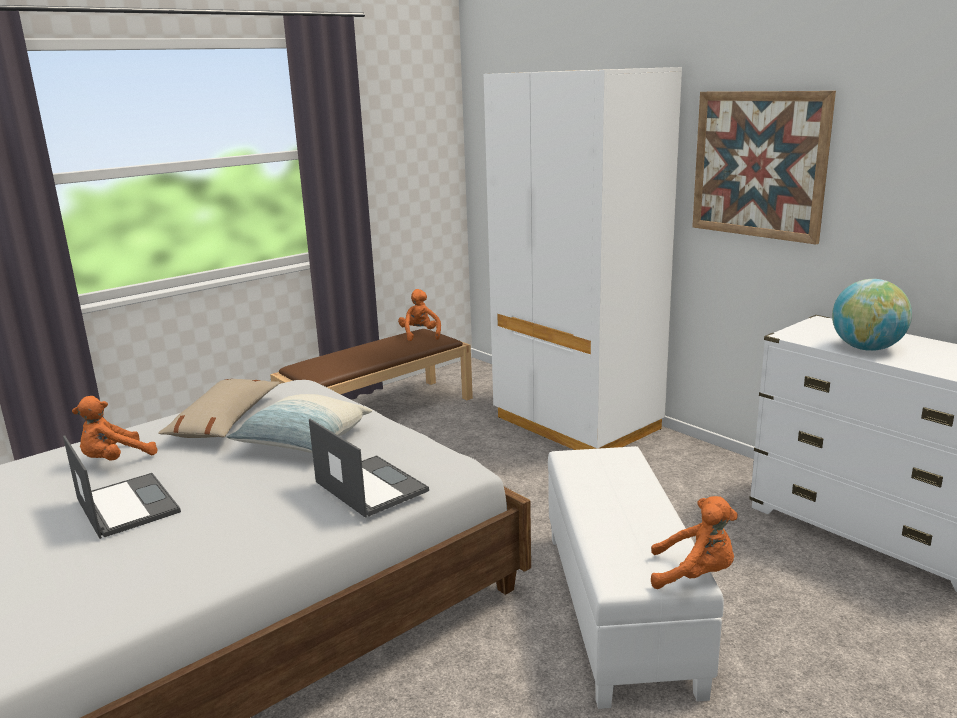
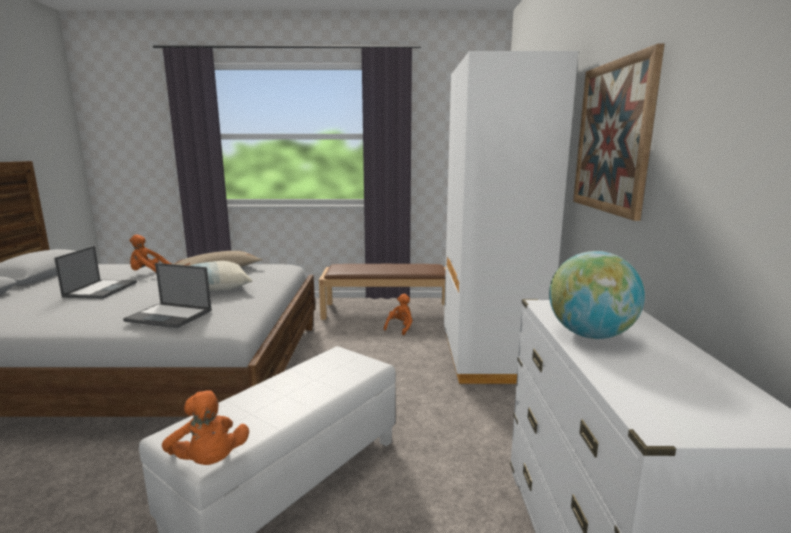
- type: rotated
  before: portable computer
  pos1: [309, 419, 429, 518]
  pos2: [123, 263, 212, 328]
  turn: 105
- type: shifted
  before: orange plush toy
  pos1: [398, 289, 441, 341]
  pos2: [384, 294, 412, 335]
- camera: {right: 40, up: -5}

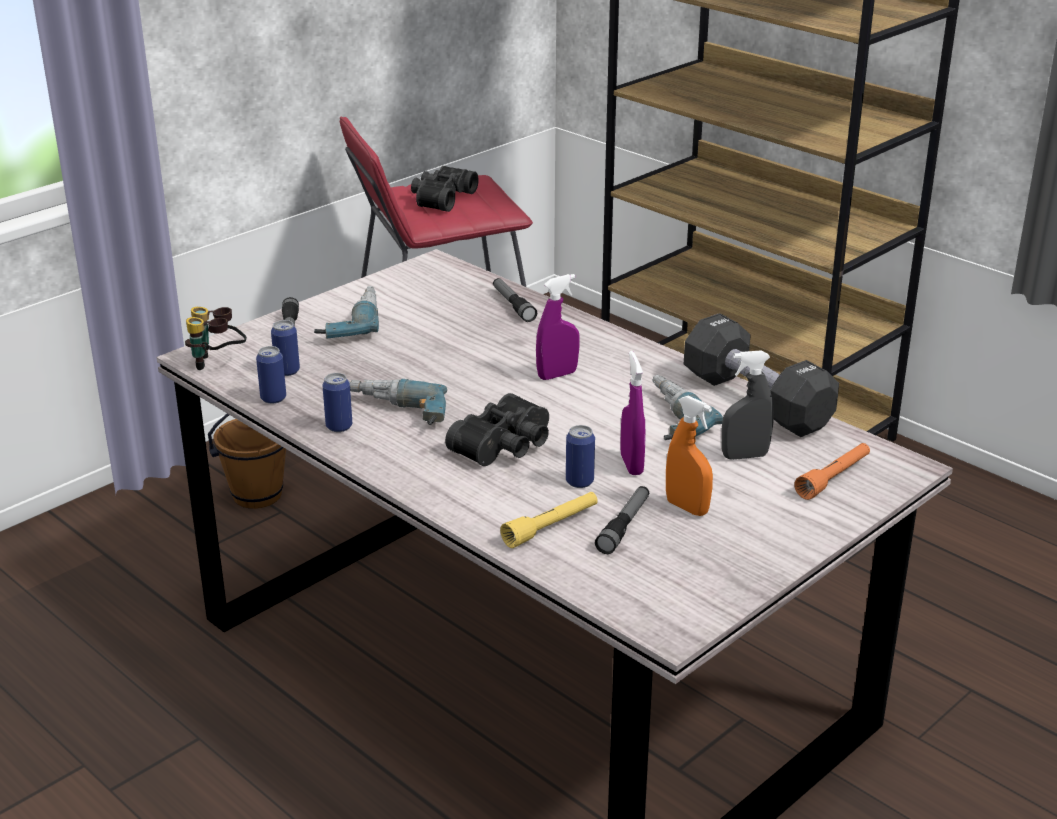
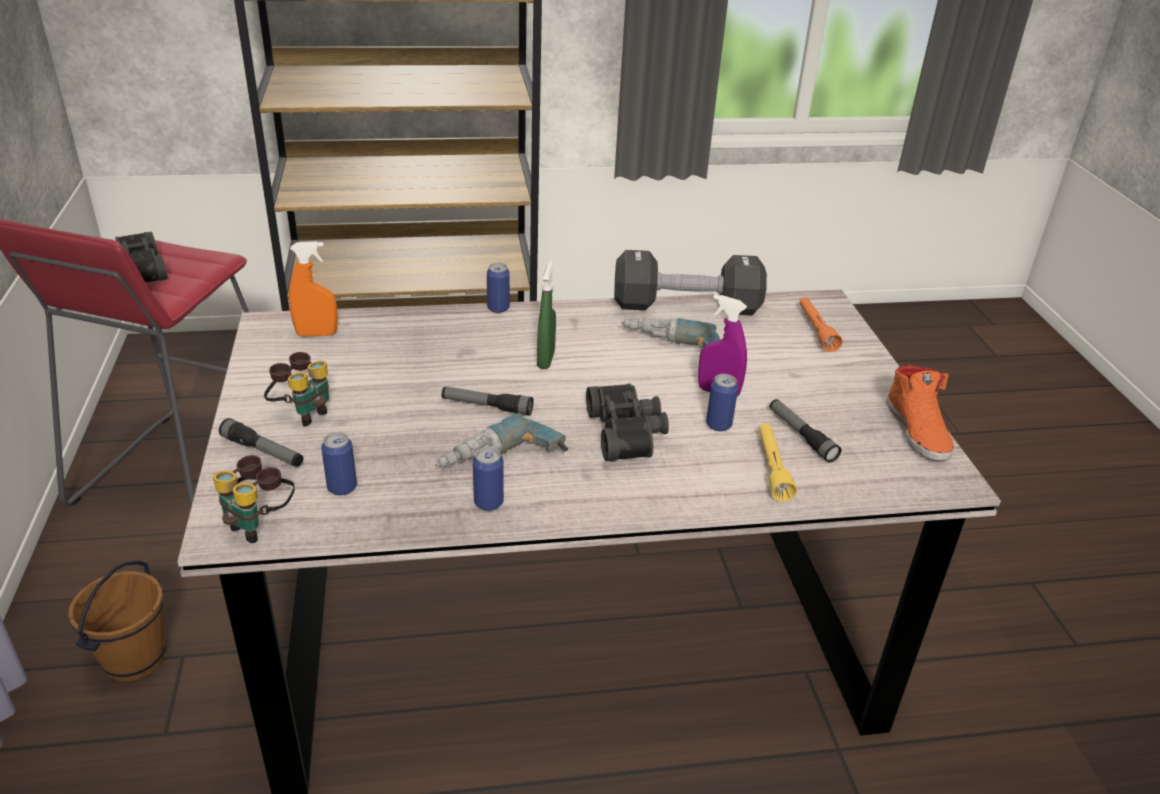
- type: shifted
  before: sealed can
  pos1: [256, 346, 286, 404]
  pos2: [487, 262, 510, 313]
- type: swapped
  before: power drill
  after: pair of binoculars
  pos1: [314, 286, 379, 339]
  pos2: [264, 352, 329, 427]
- type: shifted
  before: flashlight
  pos1: [493, 278, 537, 322]
  pos2: [442, 387, 534, 416]
- type: repainted
  before: purple sprayer
  after: greenish sprayer
  pos1: [536, 274, 580, 380]
  pos2: [537, 260, 556, 369]
- type: shifted
  before: orange sprayer
  pos1: [666, 396, 713, 516]
  pos2: [289, 241, 338, 337]
- type: gone
  before: grey sprayer
  pos1: [722, 350, 774, 460]
- type: new
  after: orange item of footwear
  pos2: [887, 365, 954, 461]
- camera: {right: -55, up: 5}

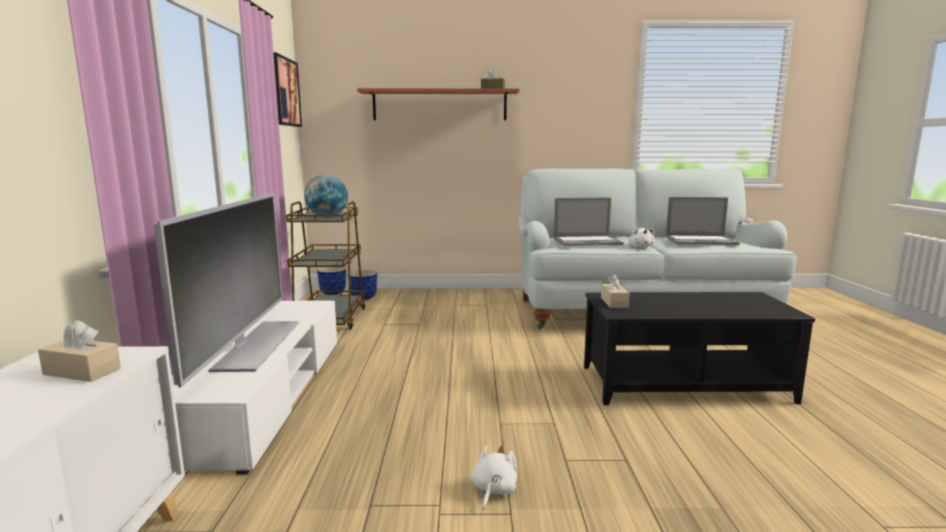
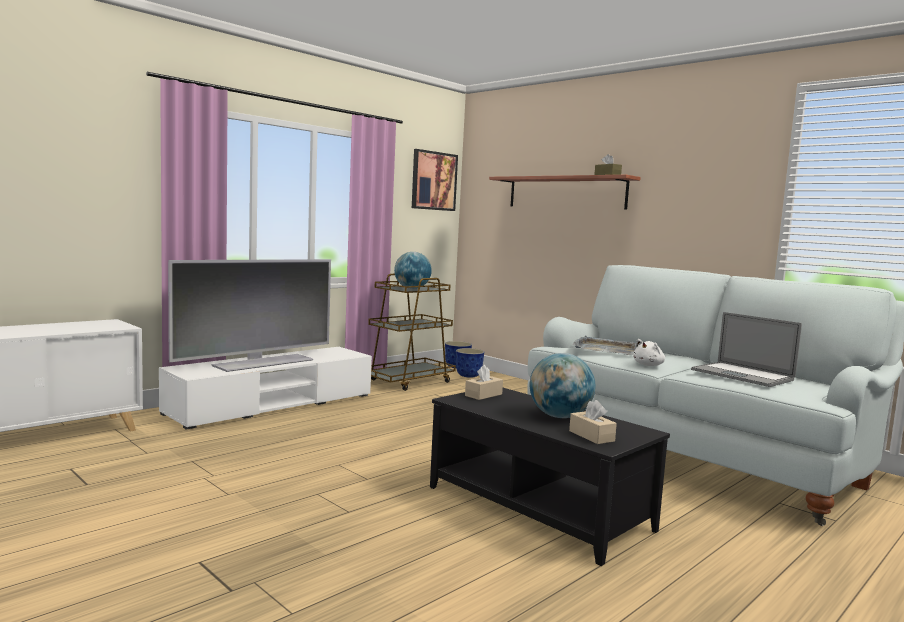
- type: shifted
  before: beige-coloured tissue box
  pos1: [38, 320, 121, 382]
  pos2: [569, 400, 617, 444]
- type: gone
  before: whitish plush toy
  pos1: [472, 445, 517, 510]
- type: swapped
  before: portable computer
  after: grey tray
  pos1: [554, 197, 624, 246]
  pos2: [573, 335, 635, 355]
- type: new
  after: globe
  pos2: [530, 353, 595, 418]
- camera: {right: 45, up: -5}

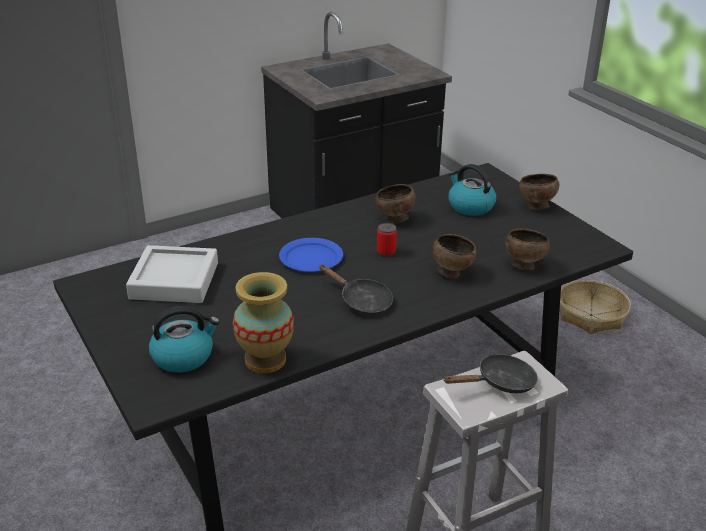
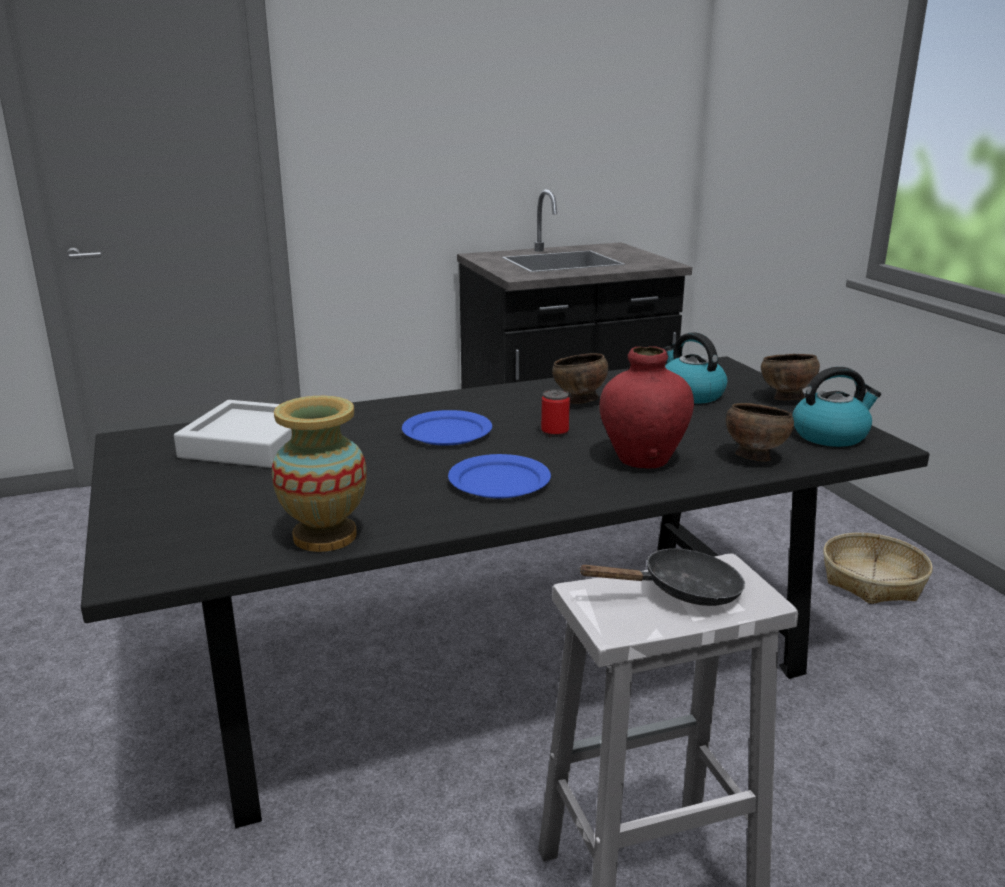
- type: shifted
  before: kettle
  pos1: [149, 306, 220, 372]
  pos2: [792, 367, 881, 447]
- type: swapped
  before: black frying pan
  after: bluish flat dish
  pos1: [320, 264, 393, 315]
  pos2: [448, 454, 551, 499]
- type: swapped
  before: brownish deep dish
  after: red flower vase
  pos1: [433, 234, 477, 278]
  pos2: [600, 346, 694, 468]
- camera: {right: 10, up: -10}

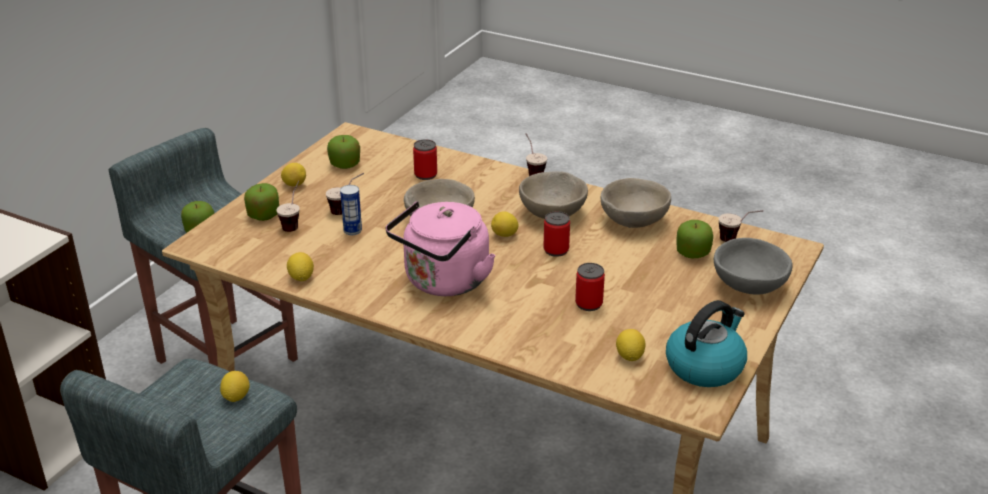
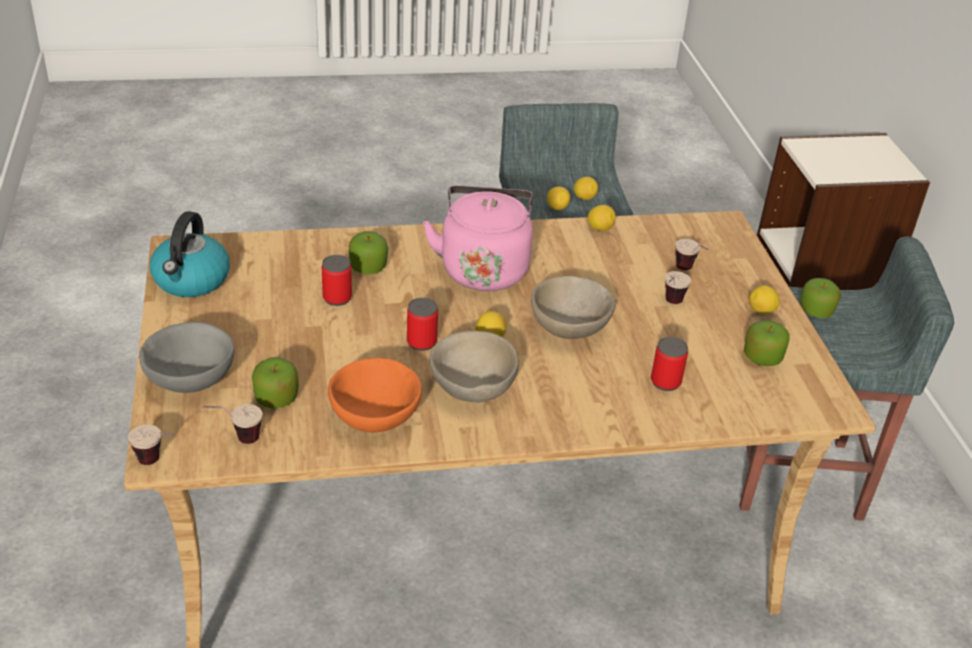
- type: shifted
  before: apple
  pos1: [244, 183, 279, 221]
  pos2: [349, 231, 388, 274]
- type: gone
  before: sealed can
  pos1: [340, 185, 362, 235]
- type: shifted
  before: drinking cup
  pos1: [525, 133, 547, 176]
  pos2: [128, 424, 175, 465]
- type: repainted
  before: beige-coloured deep dish
  after: orange deep dish
  pos1: [601, 178, 671, 228]
  pos2: [328, 358, 422, 432]
- type: shifted
  before: whole lemon
  pos1: [616, 329, 646, 361]
  pos2: [574, 177, 598, 200]
- camera: {right: 140, up: 5}

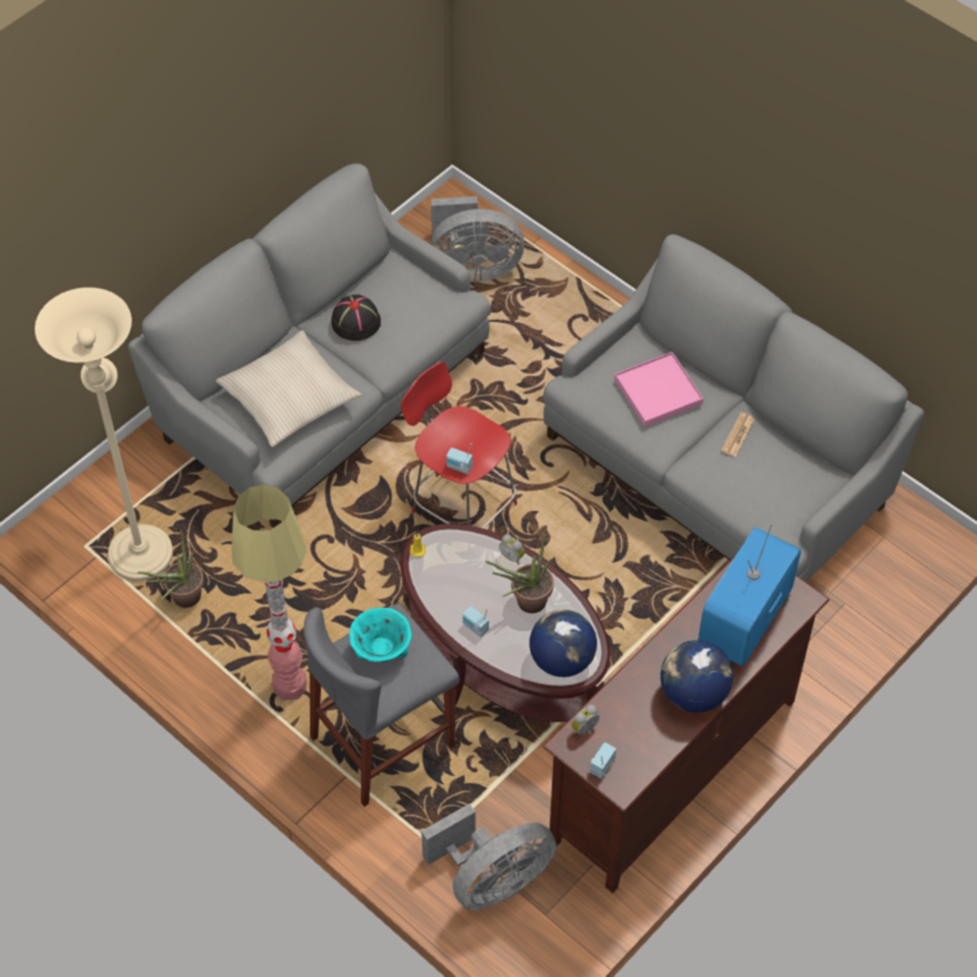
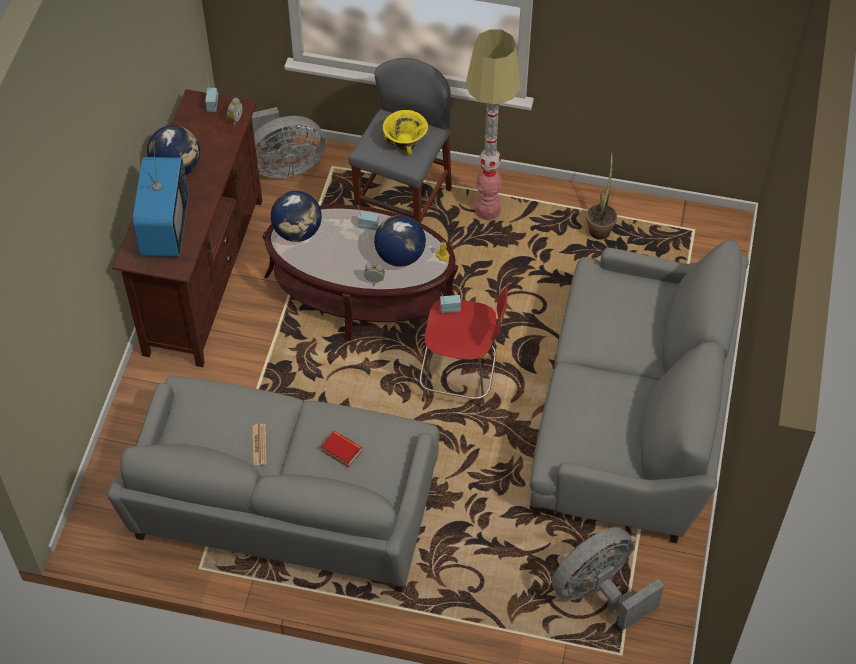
- type: gone
  before: beige-coloured standing lamp
  pos1: [35, 287, 173, 581]
- type: gone
  before: beige-coloured pillow
  pos1: [216, 330, 362, 447]
- type: gone
  before: black wearable hat
  pos1: [331, 295, 381, 341]
- type: repainted
  before: blue-green deep dish
  after: yellow deep dish
  pos1: [349, 608, 412, 662]
  pos2: [383, 110, 428, 155]
- type: rotated
  before: grey fan
  pos1: [421, 803, 557, 910]
  pos2: [252, 107, 325, 178]
  turn: -135
- type: gone
  before: potted plant
  pos1: [485, 533, 554, 613]
- type: swapped
  before: pink tray
  after: bound book
  pos1: [614, 352, 703, 427]
  pos2: [321, 431, 362, 468]
- type: new
  after: globe
  pos2: [374, 215, 426, 267]
- camera: {right: 150, up: 0}

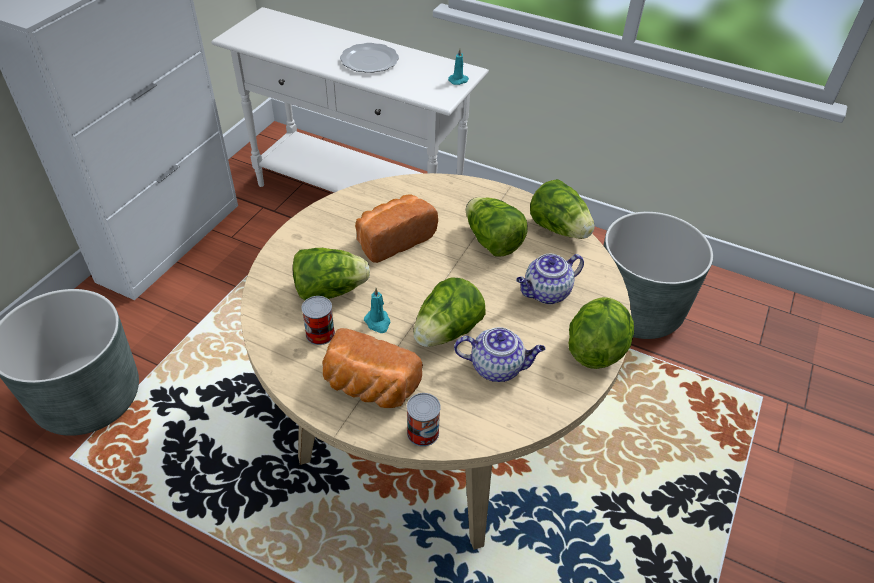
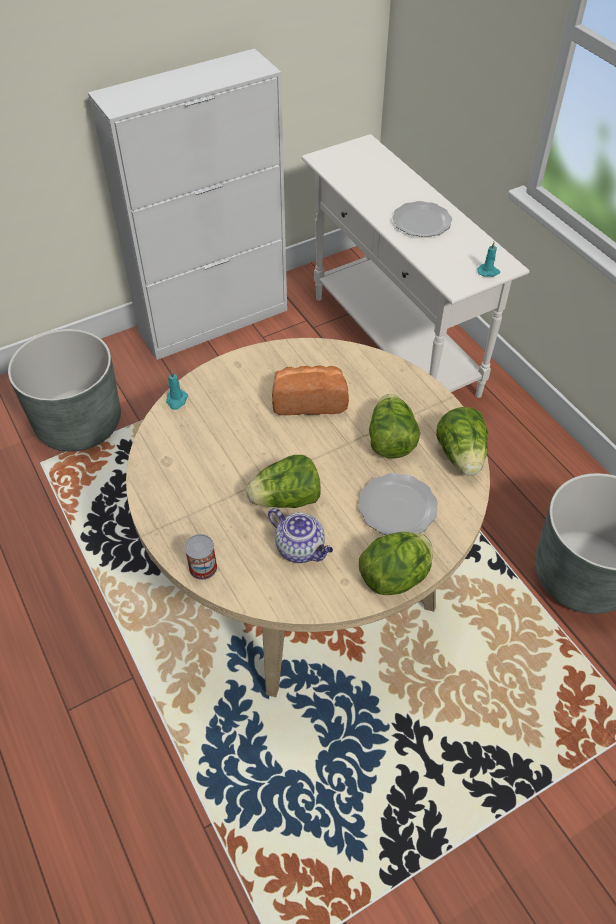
- type: gone
  before: head of lettuce
  pos1: [293, 248, 370, 300]
- type: gone
  before: sealed can
  pos1: [301, 296, 335, 345]
- type: gone
  before: bread
  pos1: [322, 328, 423, 408]
- type: shifted
  before: blue-green wax candle
  pos1: [364, 288, 390, 333]
  pos2: [166, 370, 188, 410]
- type: swapped
  before: tea pot
  after: flat dish
  pos1: [516, 254, 584, 304]
  pos2: [358, 473, 438, 535]
- camera: {right: 35, up: 5}

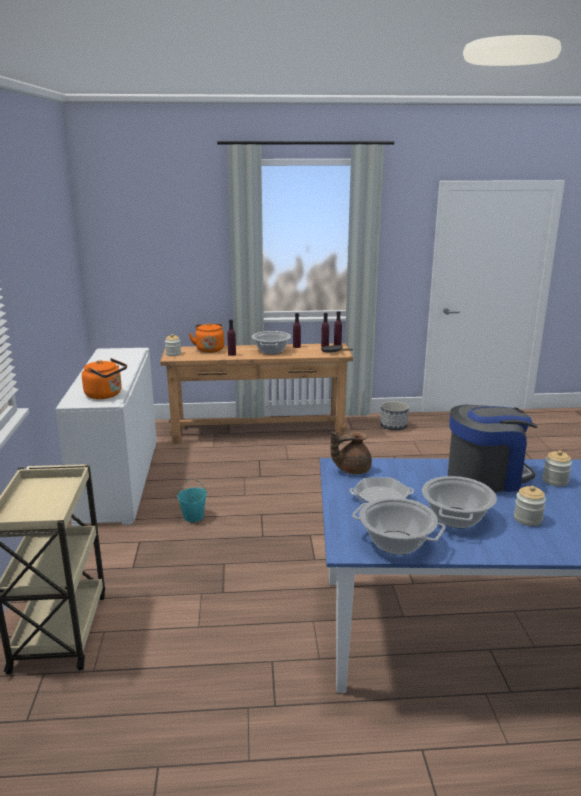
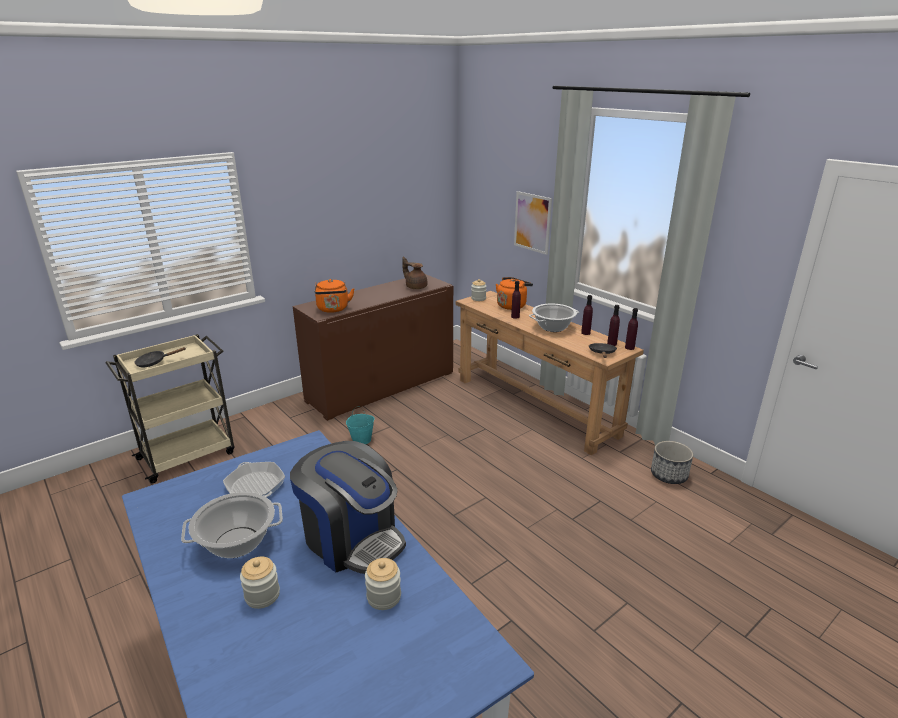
- type: repainted
  before: whitish storage cabinet
  after: brownish storage cabinet
  pos1: [55, 348, 157, 526]
  pos2: [292, 274, 453, 421]
- type: shifted
  before: brownish tea pot
  pos1: [330, 431, 372, 474]
  pos2: [402, 257, 428, 289]
- type: gone
  before: stockpot
  pos1: [352, 497, 446, 555]
- type: new
  after: black frying pan
  pos2: [134, 347, 186, 367]
- type: new
  after: wall picture
  pos2: [514, 191, 552, 255]
- camera: {right: 55, up: 5}

